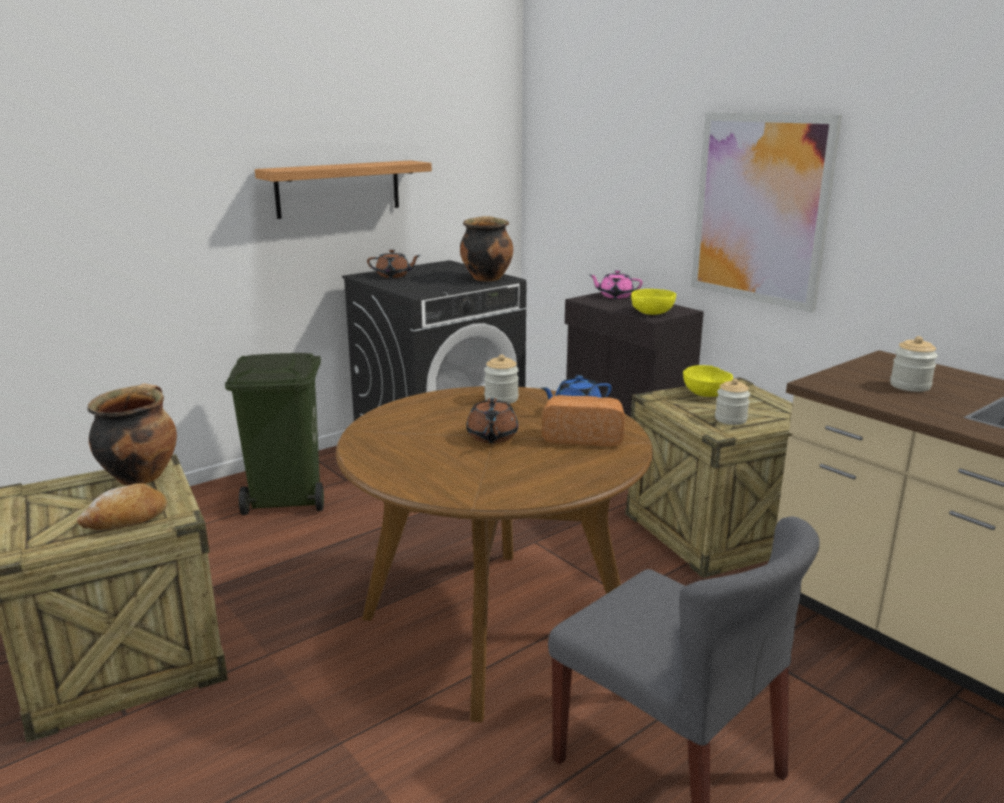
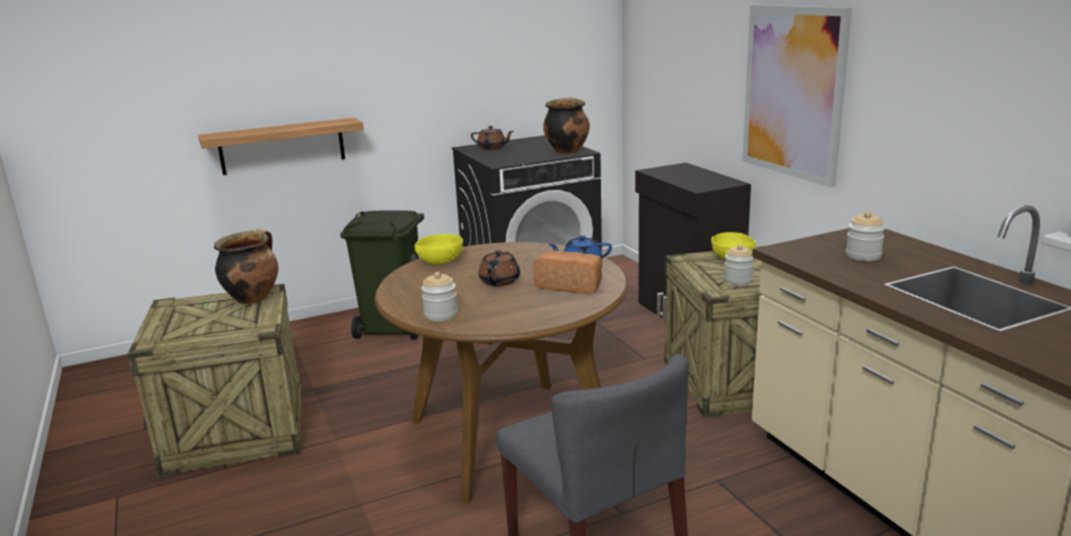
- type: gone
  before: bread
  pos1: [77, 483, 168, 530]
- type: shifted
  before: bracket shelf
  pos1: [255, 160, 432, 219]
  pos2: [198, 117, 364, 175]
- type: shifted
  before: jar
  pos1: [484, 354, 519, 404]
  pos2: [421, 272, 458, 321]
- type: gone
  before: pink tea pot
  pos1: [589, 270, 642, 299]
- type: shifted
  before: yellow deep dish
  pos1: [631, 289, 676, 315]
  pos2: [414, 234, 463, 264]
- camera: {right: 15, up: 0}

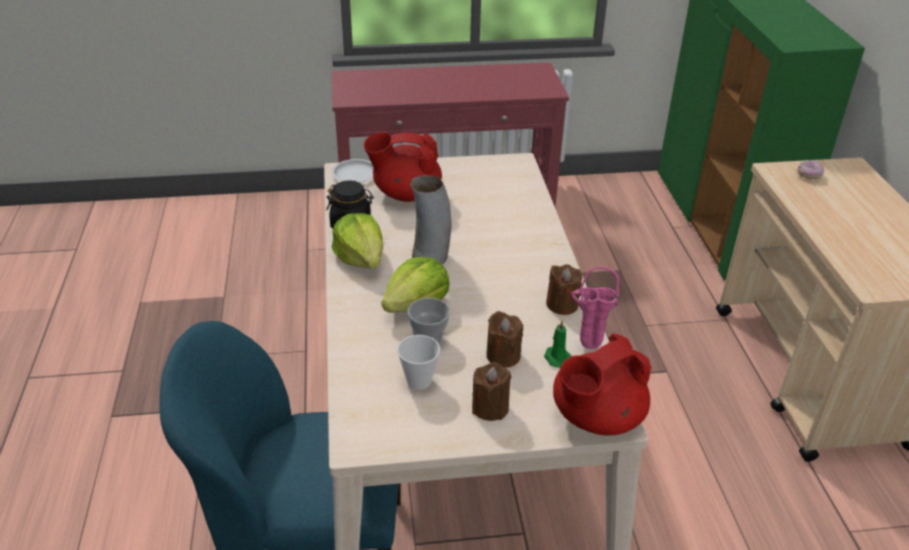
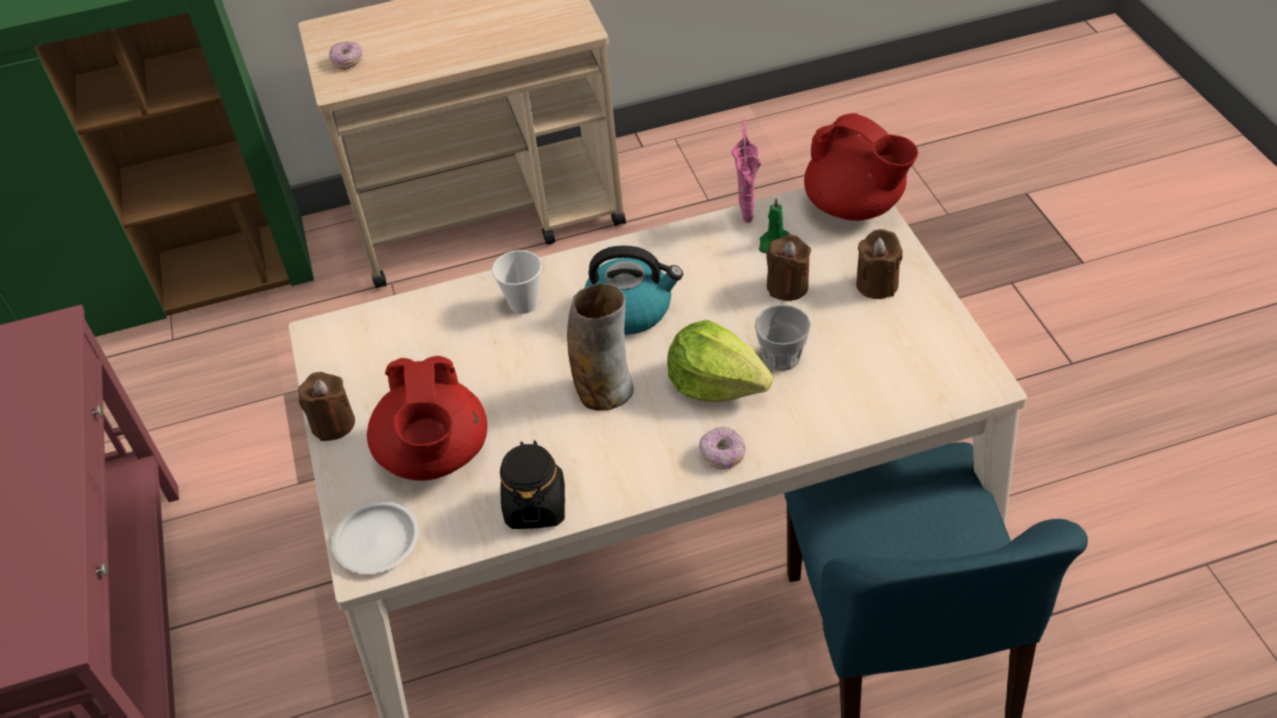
- type: gone
  before: head of lettuce
  pos1: [332, 213, 383, 268]
- type: shifted
  before: drinking cup
  pos1: [397, 335, 440, 390]
  pos2: [492, 250, 542, 314]
- type: shifted
  before: brownish wax candle
  pos1: [546, 264, 582, 315]
  pos2: [298, 372, 355, 441]
- type: new
  after: kettle
  pos2: [585, 245, 683, 335]
- type: new
  after: donut
  pos2: [699, 427, 746, 469]
- camera: {right: -95, up: 10}

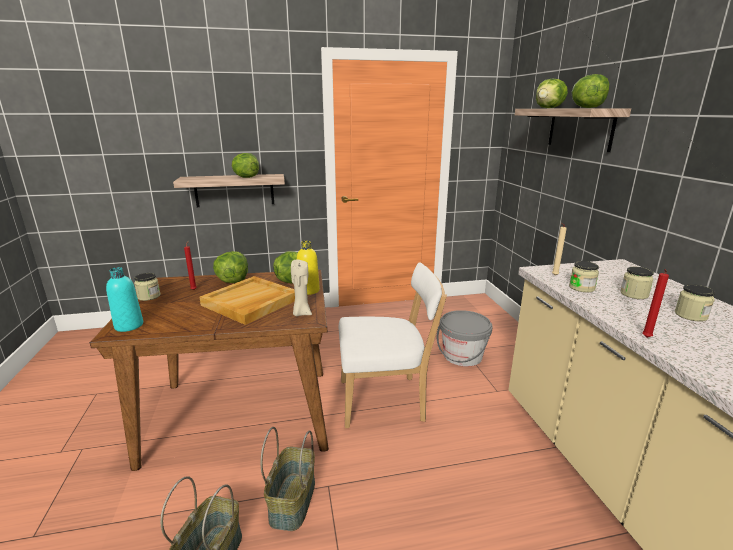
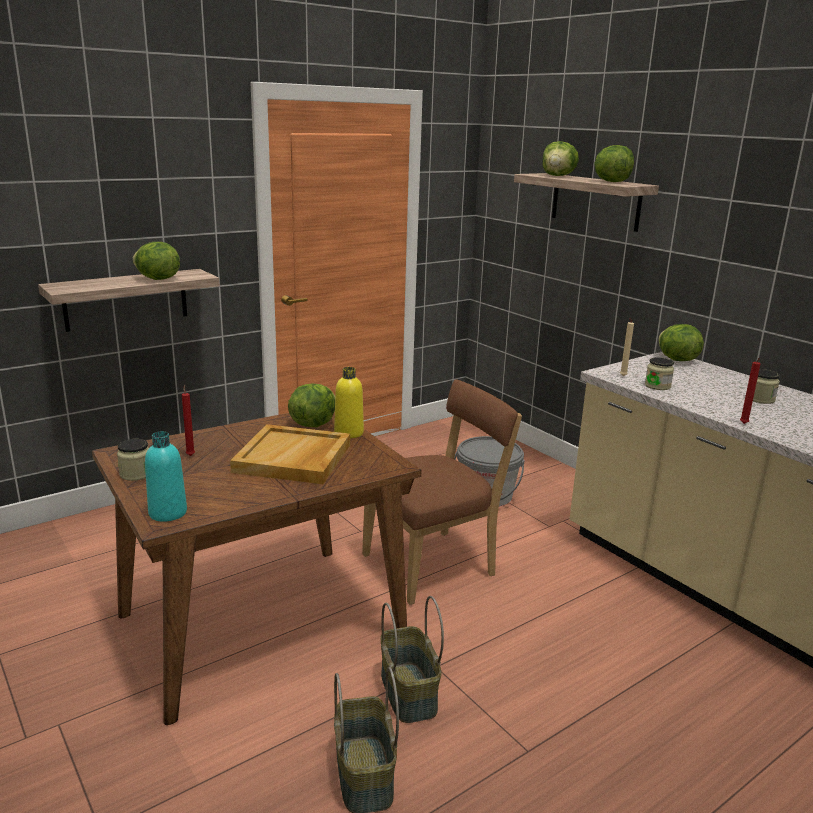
- type: shifted
  before: head of lettuce
  pos1: [213, 251, 248, 283]
  pos2: [659, 324, 704, 361]
- type: gone
  before: beige-coloured wax candle
  pos1: [291, 260, 312, 316]
- type: repainted
  before: whitish plain chair
  after: brownish plain chair
  pos1: [339, 262, 447, 428]
  pos2: [362, 379, 522, 605]
- type: gone
  before: jar
  pos1: [620, 267, 654, 299]
- camera: {right: -25, up: 0}

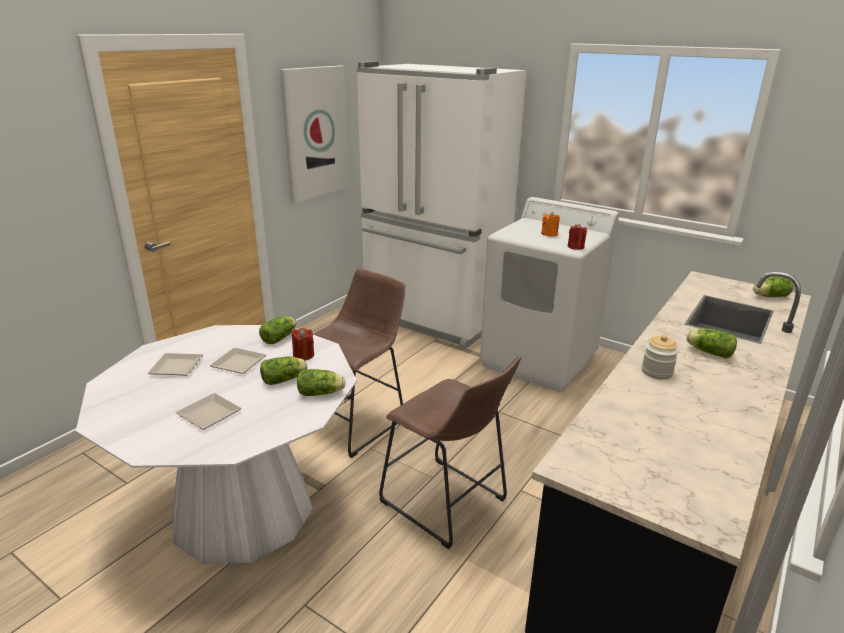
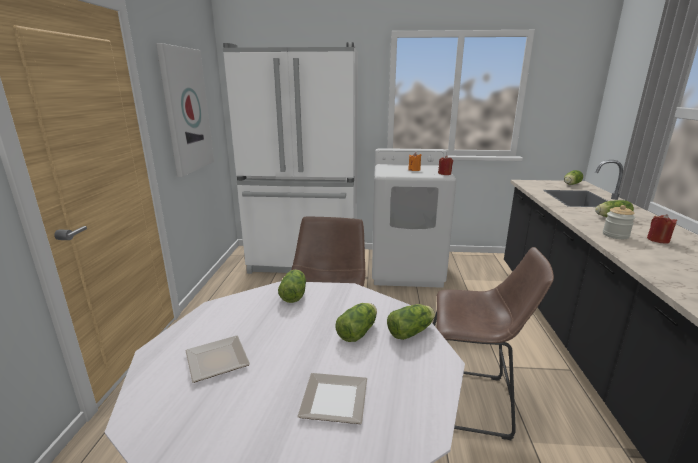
- type: gone
  before: flat dish
  pos1: [209, 348, 266, 374]
- type: shifted
  before: red wax candle
  pos1: [292, 328, 314, 360]
  pos2: [647, 214, 677, 244]
- camera: {right: -30, up: -5}

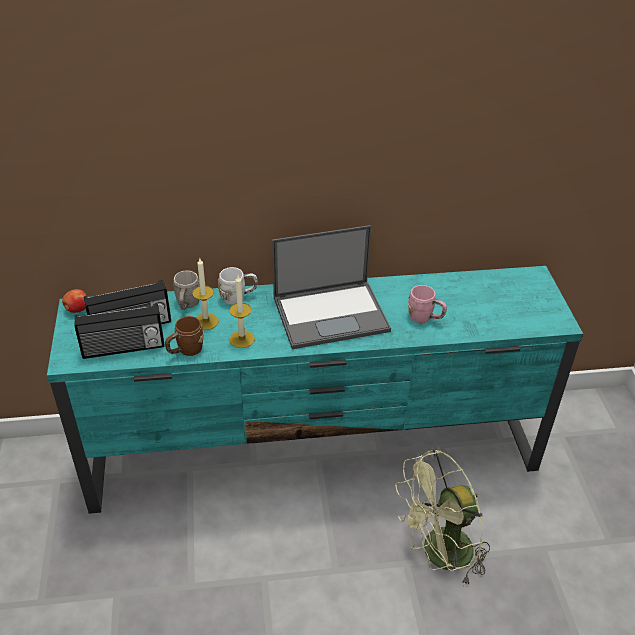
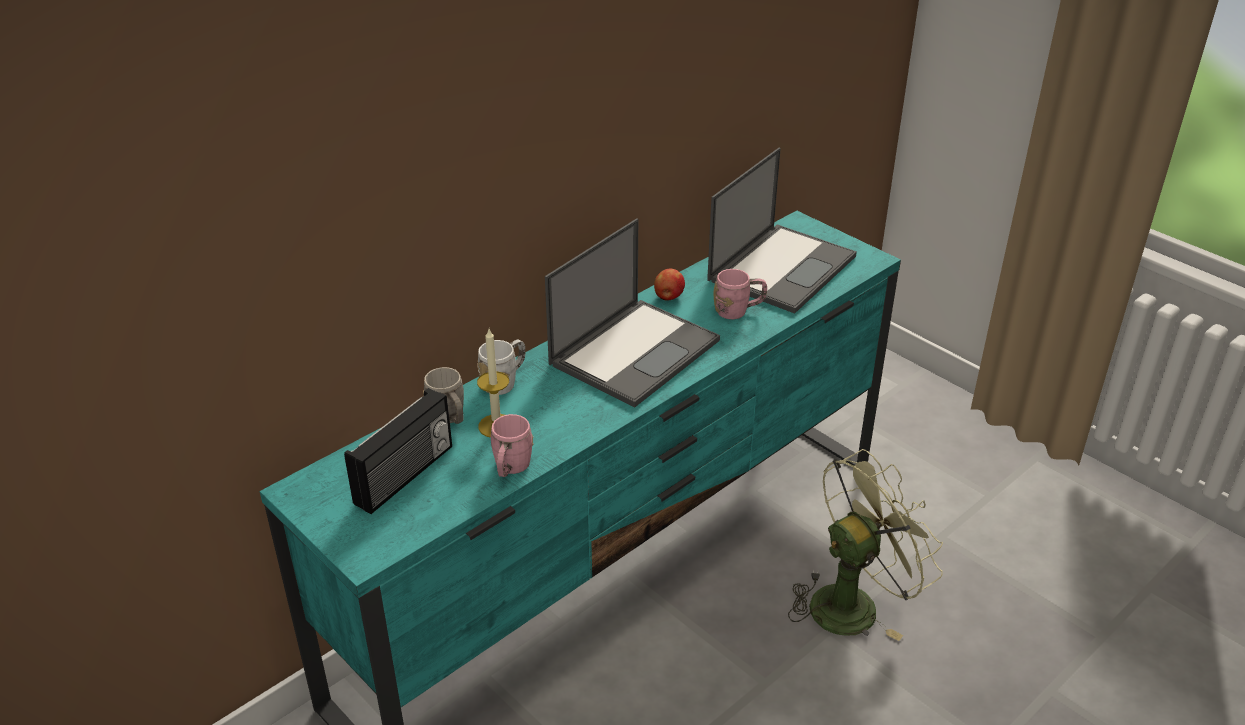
- type: shifted
  before: apple
  pos1: [62, 289, 86, 313]
  pos2: [654, 268, 685, 301]
- type: gone
  before: radio set
  pos1: [74, 304, 165, 359]
- type: repainted
  before: brownish tea mug
  after: pink tea mug
  pos1: [165, 316, 204, 356]
  pos2: [491, 414, 534, 477]
- type: gone
  before: wax candle
  pos1: [229, 276, 255, 348]
- type: rotated
  before: greenish fan
  pos1: [395, 449, 490, 586]
  pos2: [788, 449, 943, 641]
  turn: -150
- type: new
  after: portable computer
  pos2: [707, 148, 857, 314]
- camera: {right: -35, up: -5}

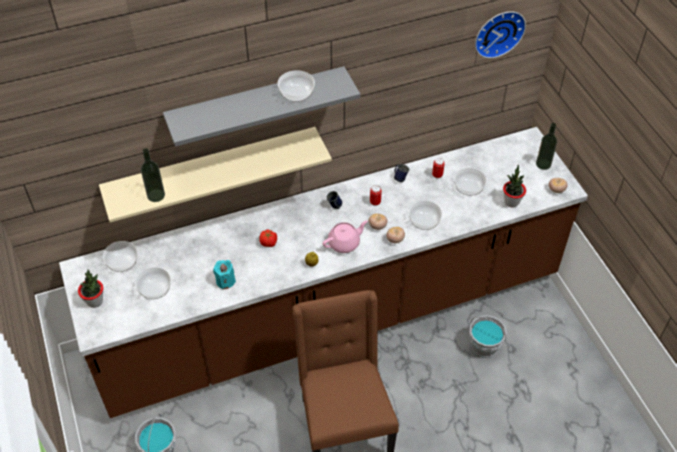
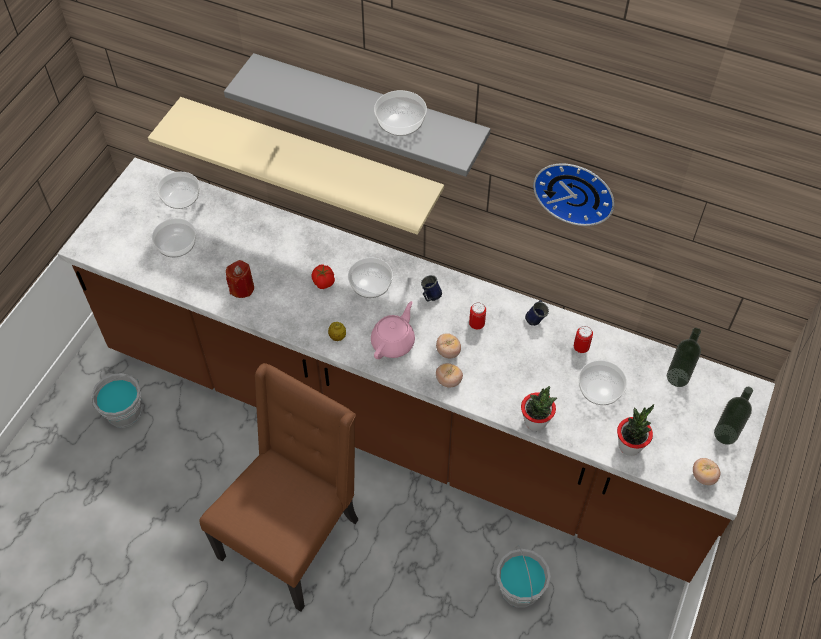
- type: shifted
  before: potted plant
  pos1: [78, 270, 103, 308]
  pos2: [521, 386, 557, 431]
- type: shifted
  before: beverage bottle
  pos1: [141, 148, 165, 202]
  pos2: [667, 328, 701, 387]
- type: repainted
  before: blue-green wax candle
  after: red wax candle
  pos1: [213, 260, 236, 289]
  pos2: [226, 260, 254, 298]
- type: rotated
  before: pink tea pot
  pos1: [323, 220, 368, 253]
  pos2: [371, 301, 415, 359]
  turn: -75
- type: shifted
  before: deep dish
  pos1: [409, 201, 442, 230]
  pos2: [348, 257, 393, 298]
- type: shifted
  before: wall clock
  pos1: [475, 11, 526, 58]
  pos2: [533, 163, 614, 226]
- camera: {right: 45, up: 5}

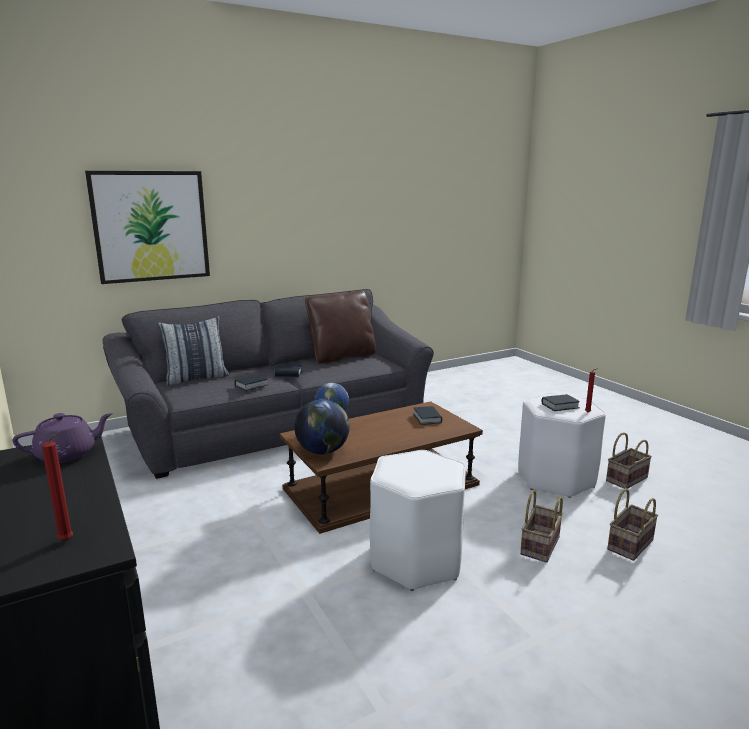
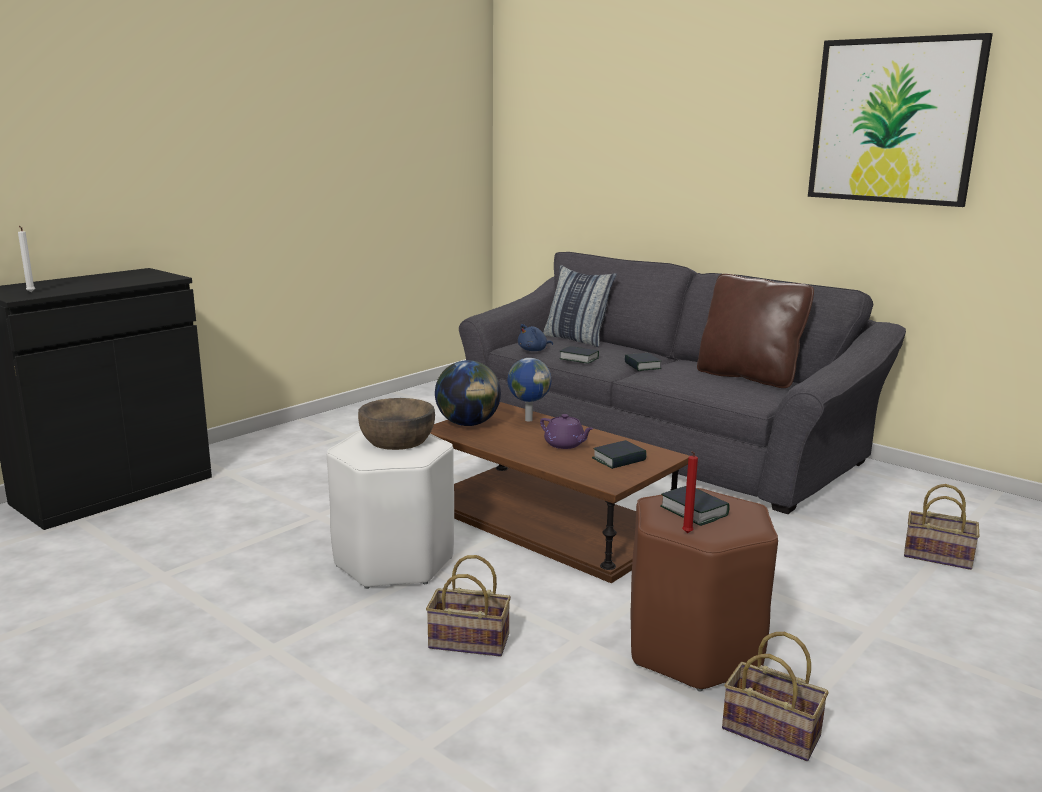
- type: shifted
  before: purple tea pot
  pos1: [13, 413, 113, 463]
  pos2: [540, 414, 594, 449]
- type: repainted
  before: red wax candle
  after: whitish wax candle
  pos1: [42, 432, 73, 541]
  pos2: [18, 226, 35, 292]
- type: shifted
  before: wall picture
  pos1: [85, 171, 210, 284]
  pos2: [808, 33, 993, 207]
- type: repainted
  before: whitish stool seat
  after: brownish stool seat
  pos1: [518, 393, 606, 498]
  pos2: [631, 488, 778, 692]
- type: shifted
  before: basket
  pos1: [607, 488, 658, 561]
  pos2: [904, 484, 980, 570]
- type: new
  after: brownish deep dish
  pos2: [358, 398, 435, 450]
- type: new
  after: bluish plush toy
  pos2: [518, 324, 553, 351]
- camera: {right: 70, up: 0}

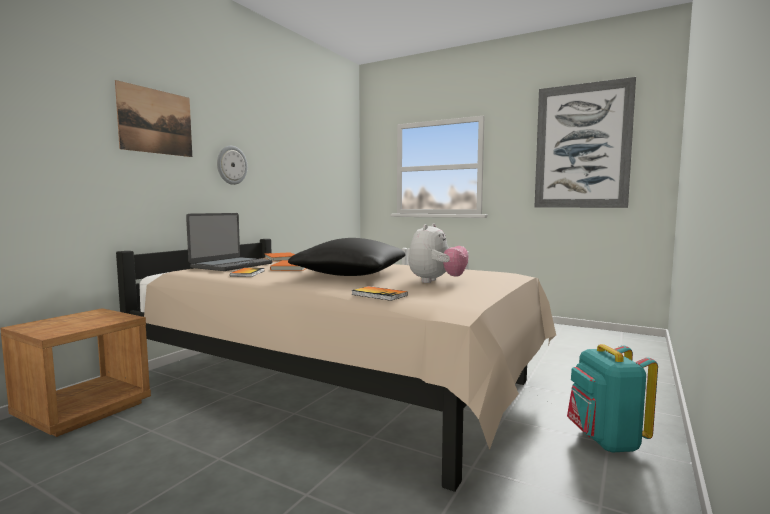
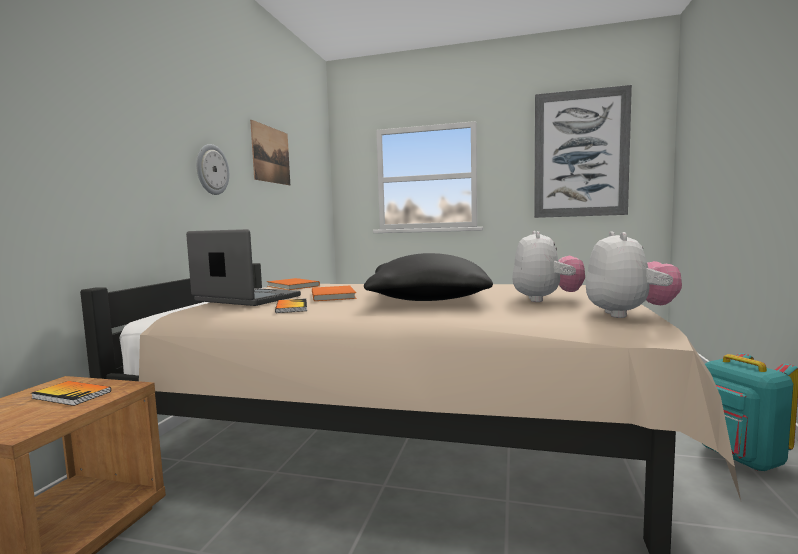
- type: shifted
  before: wall picture
  pos1: [115, 80, 192, 157]
  pos2: [250, 120, 290, 185]
- type: rotated
  before: portable computer
  pos1: [186, 213, 272, 271]
  pos2: [186, 229, 301, 306]
  turn: -75
- type: shifted
  before: bound book
  pos1: [351, 286, 408, 301]
  pos2: [31, 381, 111, 406]
- type: new
  after: plush toy
  pos2: [586, 231, 682, 318]
- camera: {right: -15, up: 0}

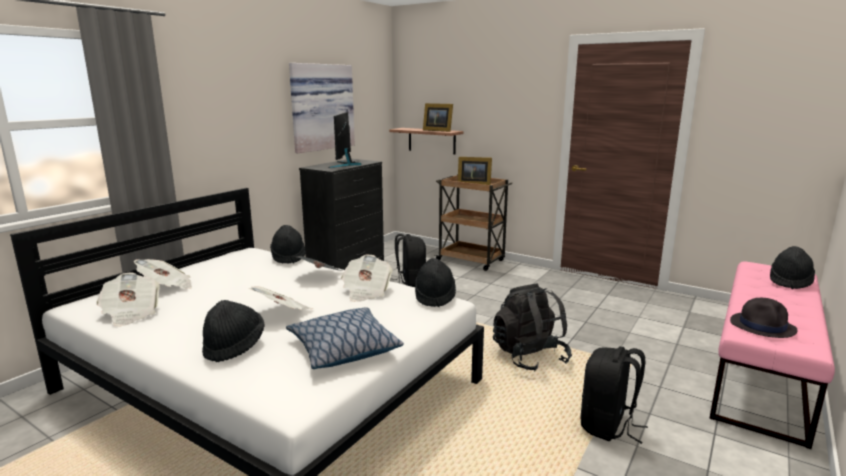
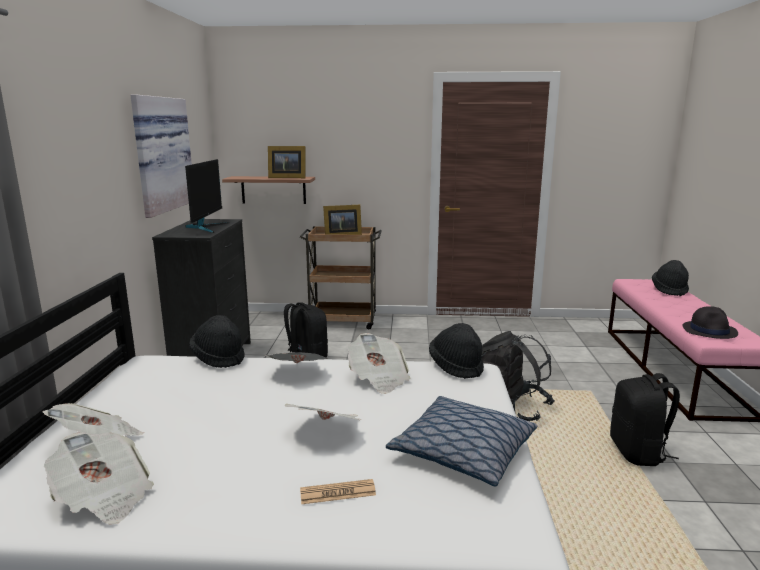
- type: swapped
  before: black wearable hat
  after: printed paper
  pos1: [202, 300, 265, 362]
  pos2: [300, 479, 376, 504]
- type: rotated
  before: computer screen
  pos1: [329, 112, 362, 168]
  pos2: [185, 159, 230, 233]
  turn: -150
- camera: {right: -30, up: 0}

